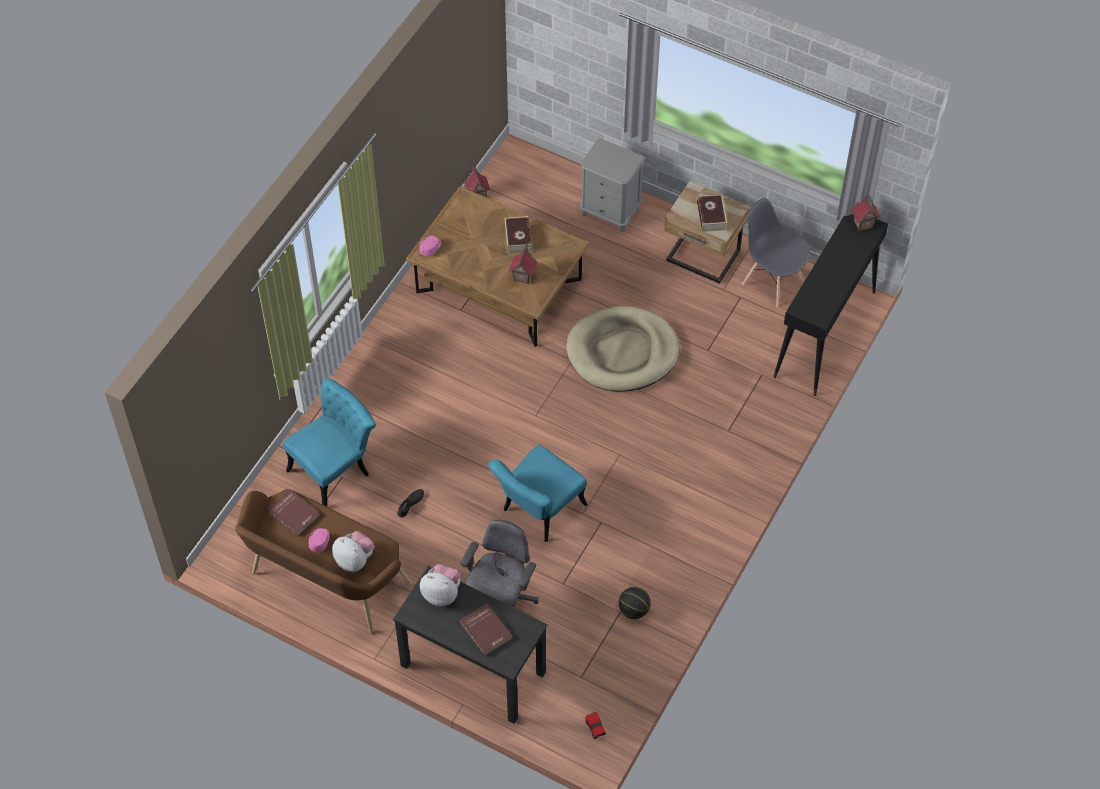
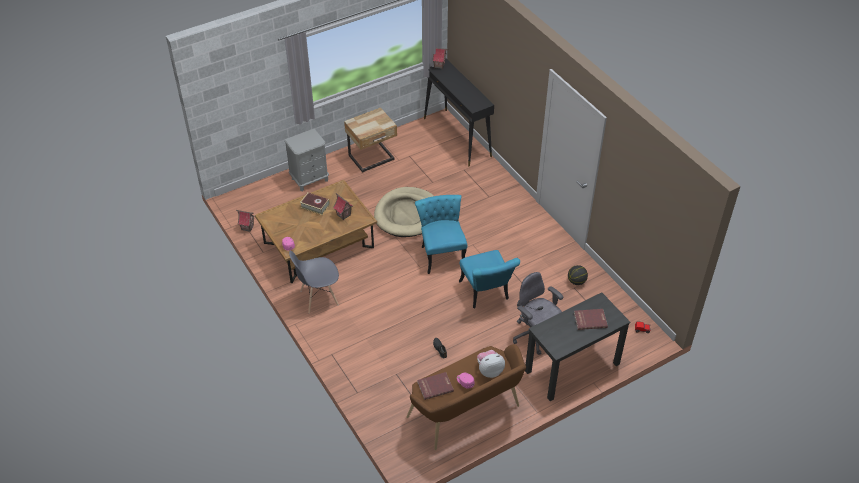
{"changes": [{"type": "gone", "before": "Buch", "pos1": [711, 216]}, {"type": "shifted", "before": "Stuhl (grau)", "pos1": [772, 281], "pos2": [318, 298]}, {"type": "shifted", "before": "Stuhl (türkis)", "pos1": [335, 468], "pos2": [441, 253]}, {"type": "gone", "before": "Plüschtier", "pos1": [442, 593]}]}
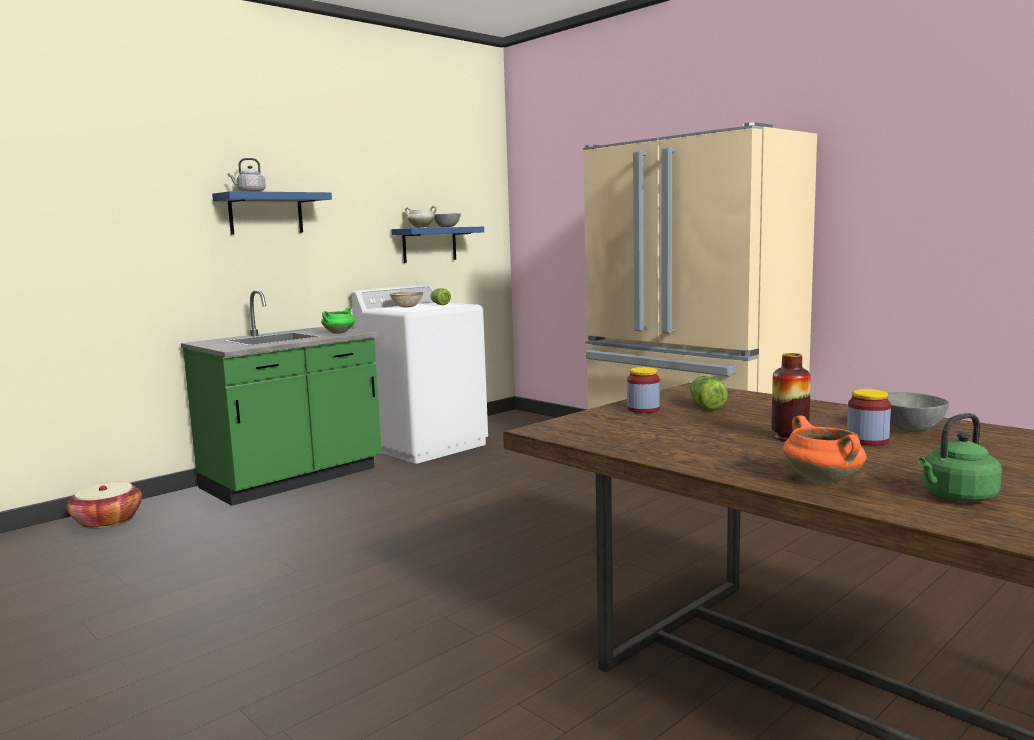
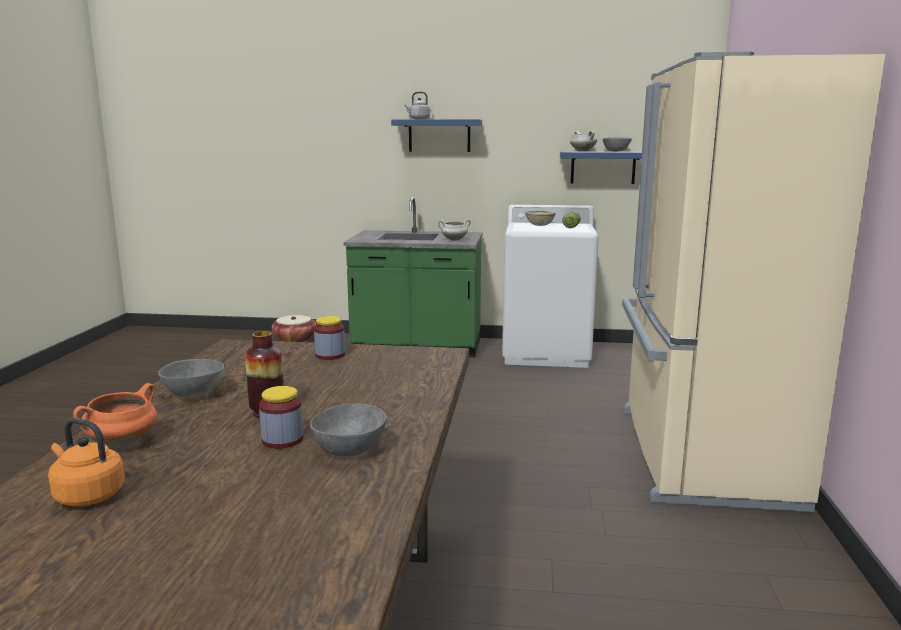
{"changes": [{"type": "repainted", "before": "Kochtopf (grün)", "after": "Kochtopf (weiß)", "pos1": [338, 333], "pos2": [454, 240]}, {"type": "gone", "before": "Salatkopf", "pos1": [706, 405]}, {"type": "repainted", "before": "Wasserkessel (grün)", "after": "Wasserkessel (orange)", "pos1": [956, 497], "pos2": [87, 495]}, {"type": "new", "after": "Schüssel (grau)", "pos2": [194, 395]}]}
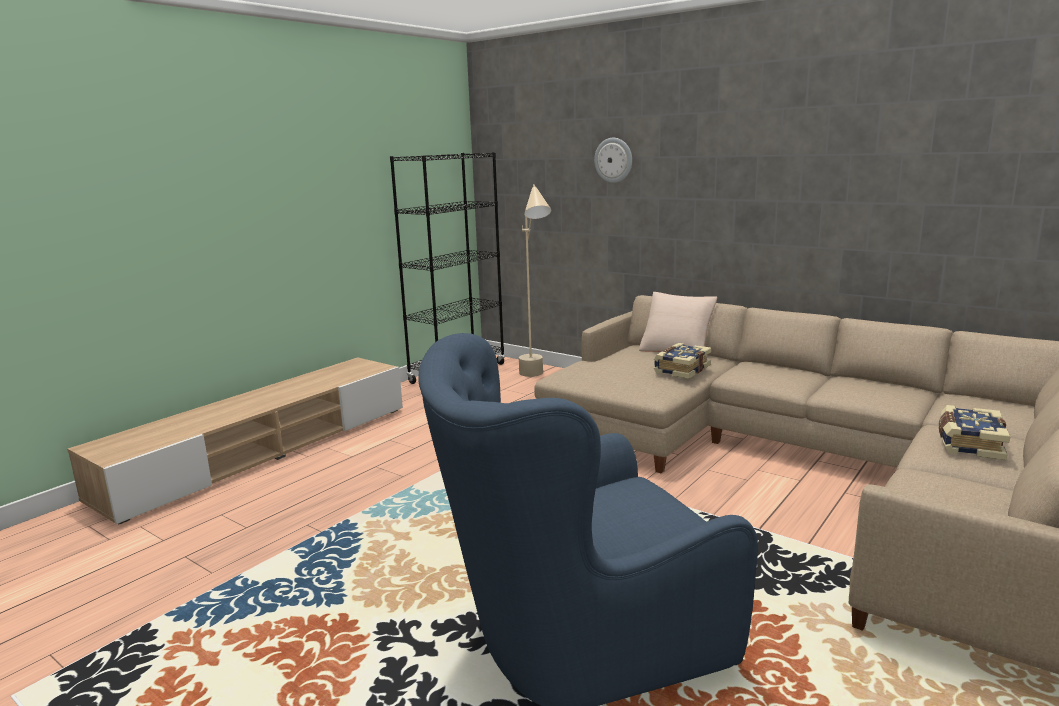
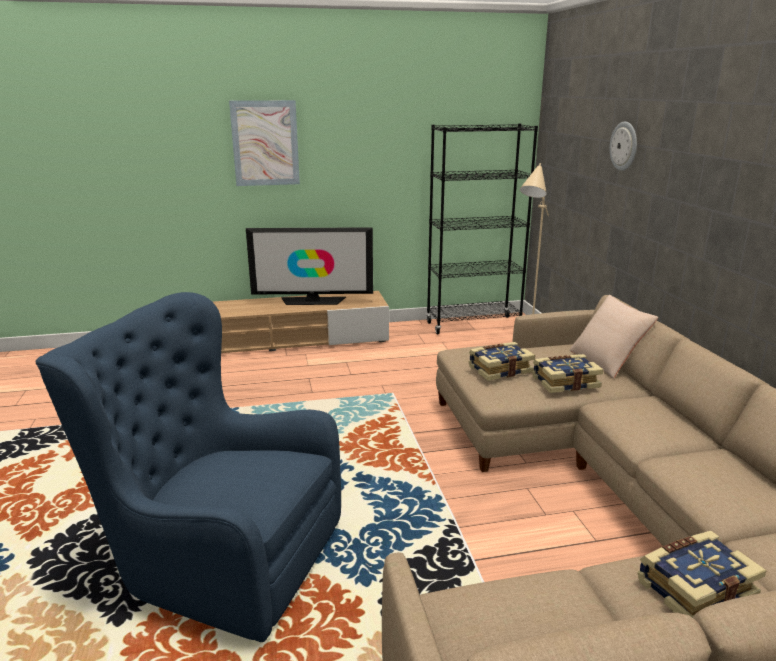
{"changes": [{"type": "new", "after": "Bild", "pos2": [265, 143]}, {"type": "new", "after": "Fernseher", "pos2": [312, 301]}, {"type": "new", "after": "Buch", "pos2": [499, 369]}]}
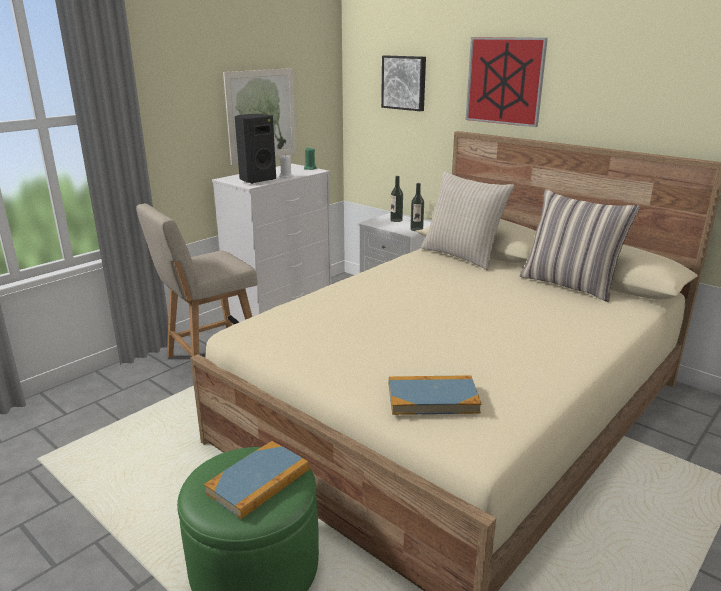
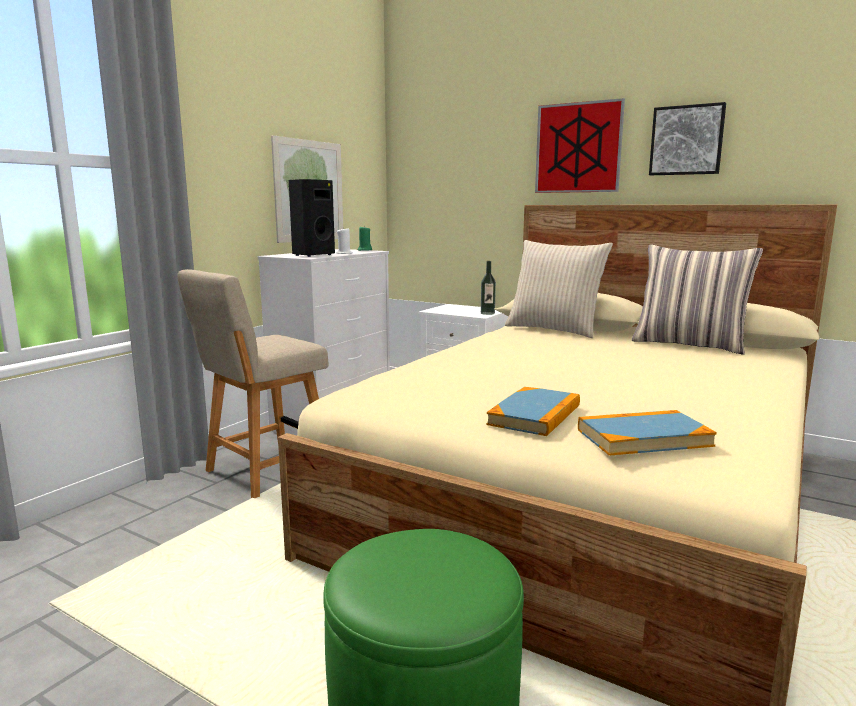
{"changes": [{"type": "shifted", "before": "Bild", "pos1": [404, 82], "pos2": [686, 140]}, {"type": "gone", "before": "Flasche", "pos1": [396, 220]}, {"type": "shifted", "before": "Buch", "pos1": [258, 482], "pos2": [535, 415]}]}
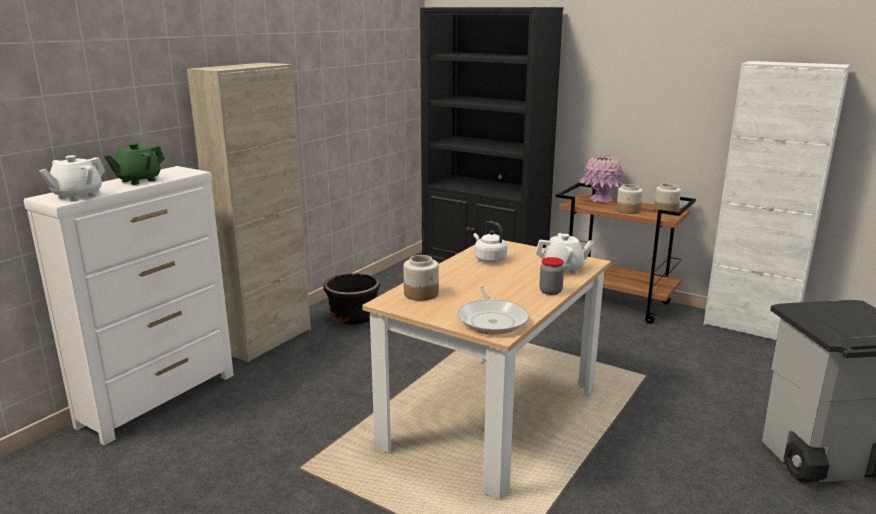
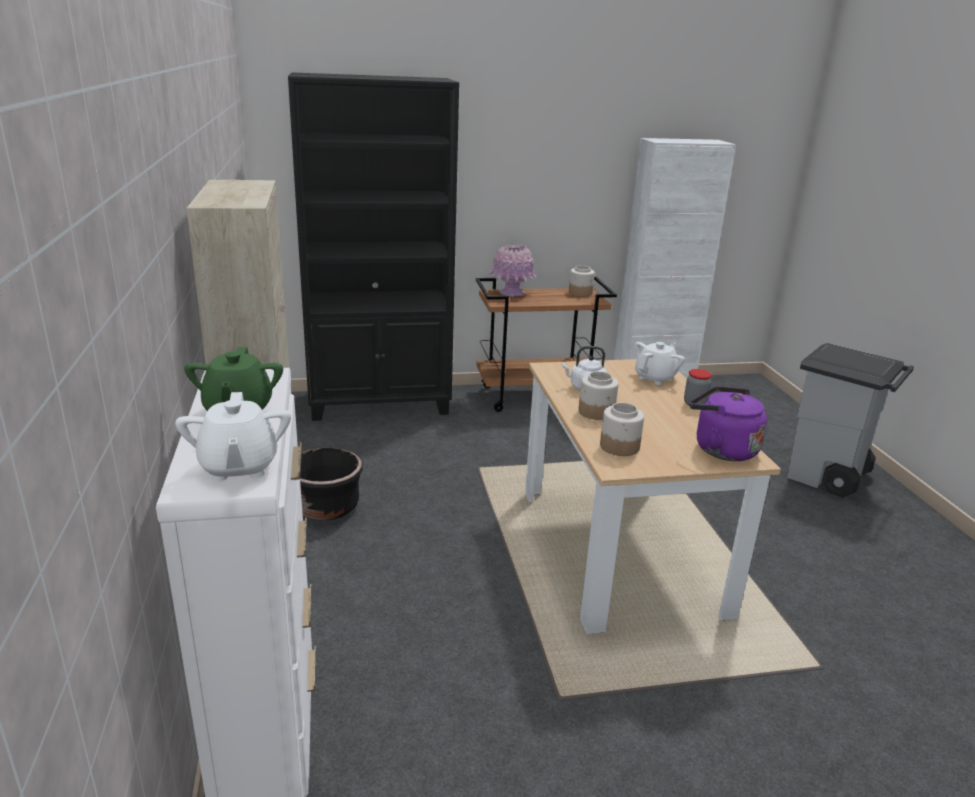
{"changes": [{"type": "shifted", "before": "Vorratsglas", "pos1": [628, 211], "pos2": [597, 412]}, {"type": "swapped", "before": "Pfanne", "after": "Wasserkessel (lila)", "pos1": [492, 320], "pos2": [721, 449]}]}
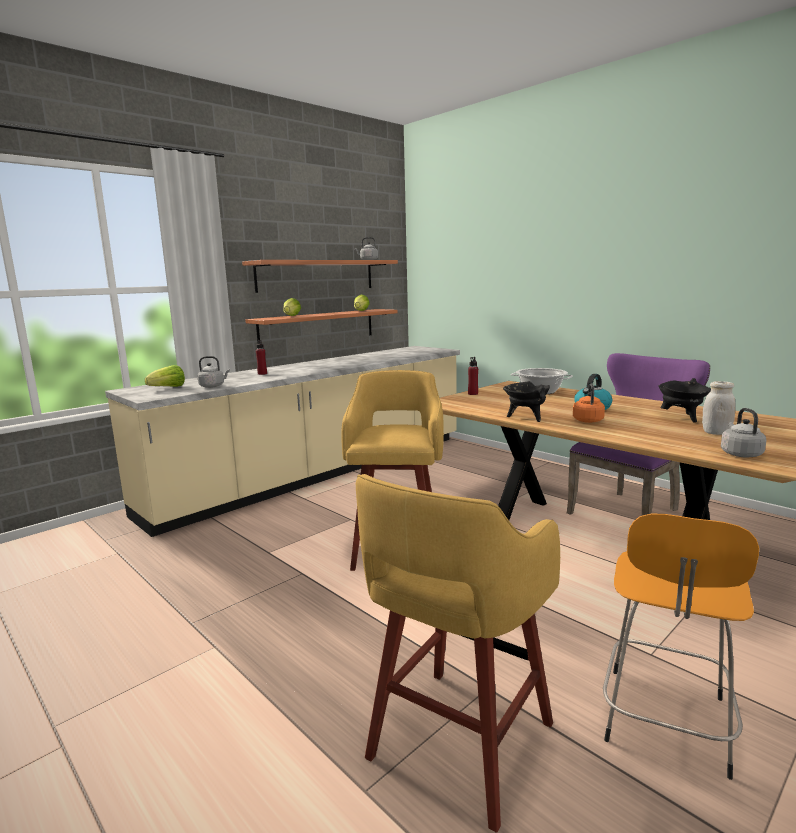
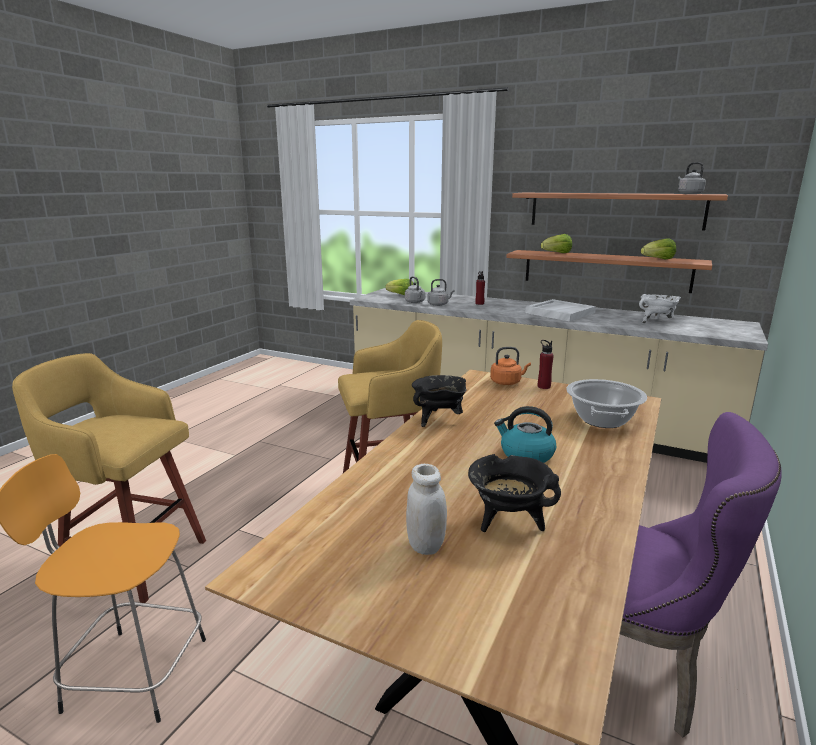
{"changes": [{"type": "shifted", "before": "Wasserkessel (orange)", "pos1": [587, 420], "pos2": [507, 382]}, {"type": "shifted", "before": "Wasserkessel (grau)", "pos1": [740, 454], "pos2": [439, 304]}, {"type": "new", "after": "Kochtopf (weiß)", "pos2": [656, 322]}, {"type": "new", "after": "Tablett (weiß)", "pos2": [560, 313]}]}
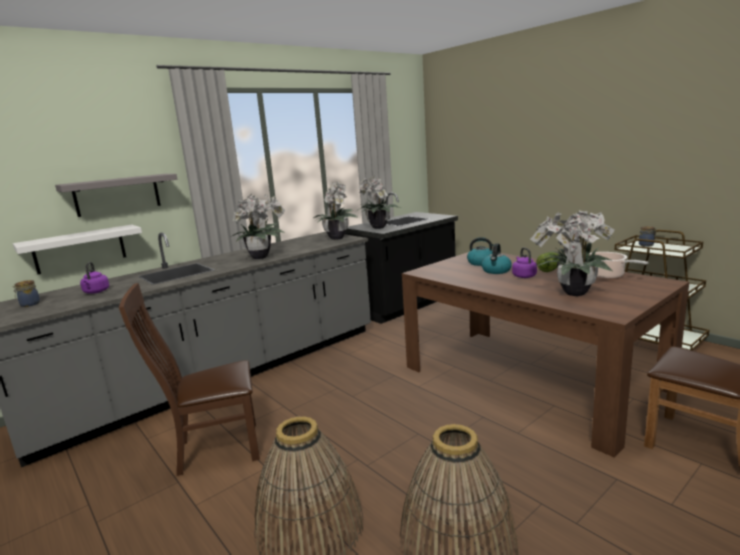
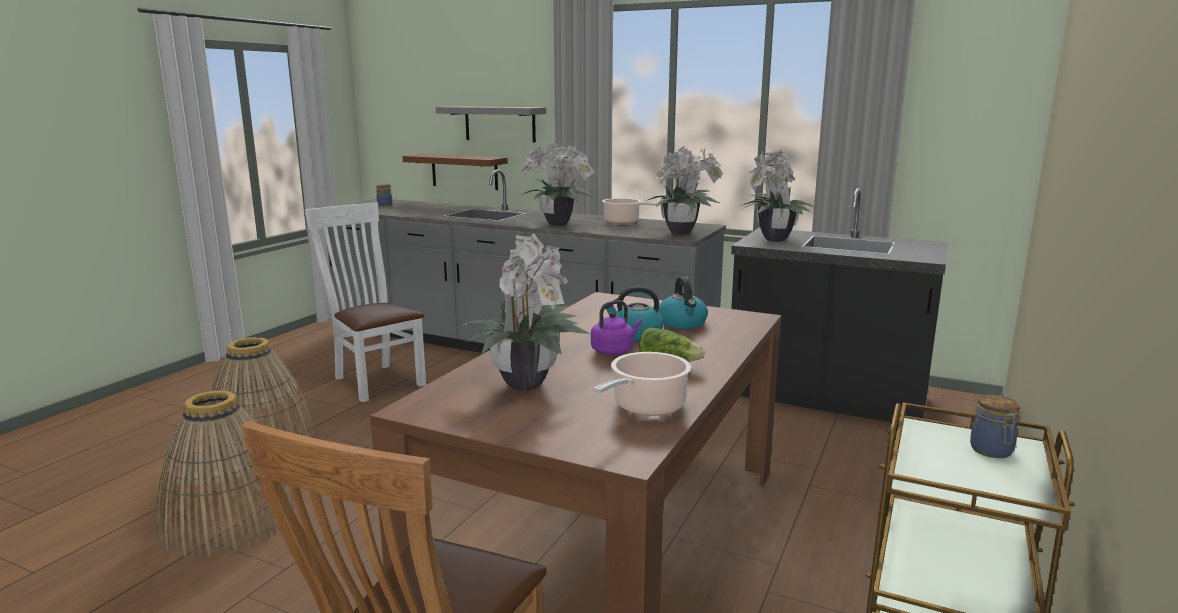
{"changes": [{"type": "repainted", "before": "Wandregal (weiß)", "after": "Wandregal (braun)", "pos1": [80, 249], "pos2": [464, 171]}, {"type": "gone", "before": "Wasserkessel (lila)", "pos1": [96, 292]}, {"type": "repainted", "before": "Stuhl (braun)", "after": "Stuhl (weiß)", "pos1": [213, 449], "pos2": [375, 380]}, {"type": "new", "after": "Kochtopf", "pos2": [623, 222]}]}
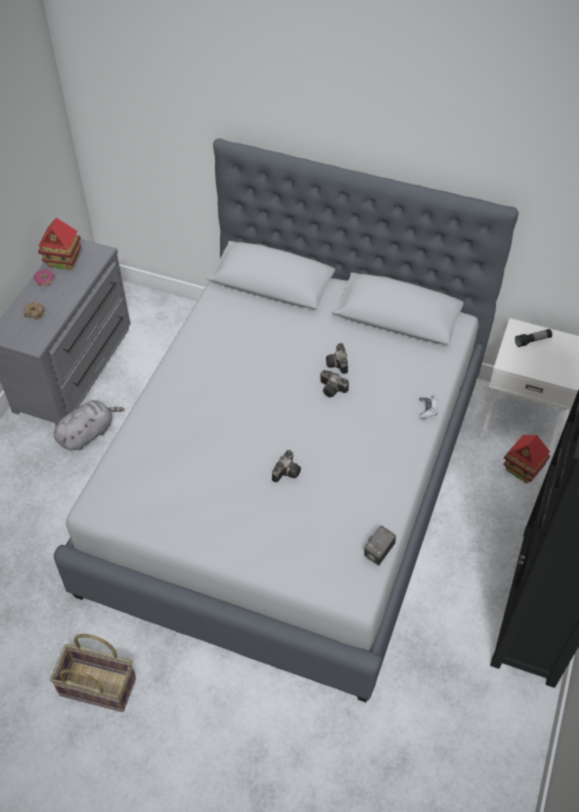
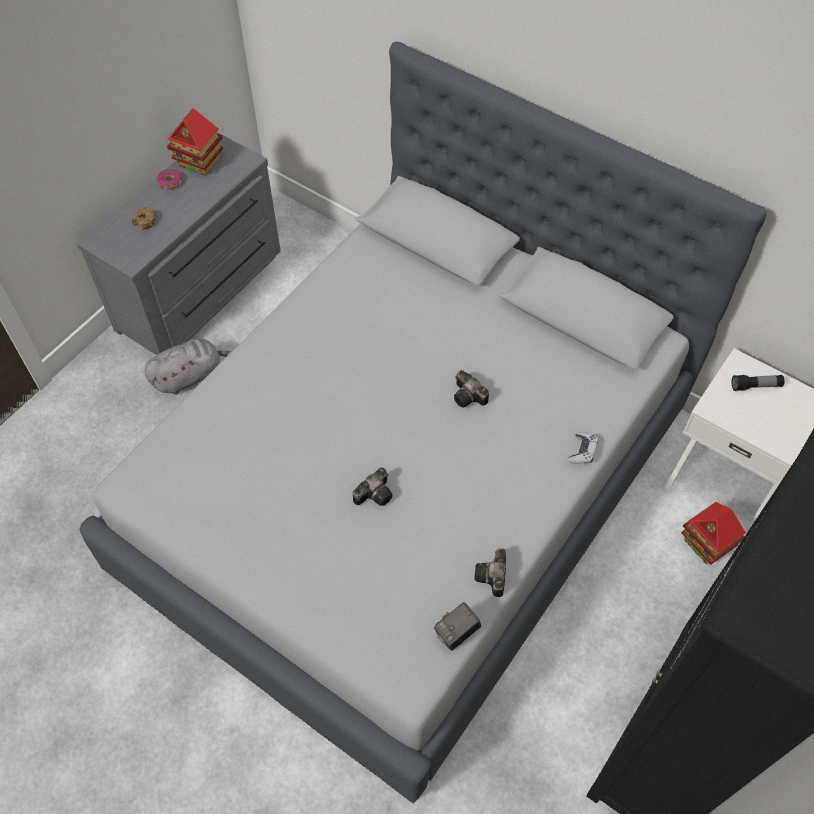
{"changes": [{"type": "shifted", "before": "Kamera", "pos1": [338, 364], "pos2": [492, 578]}, {"type": "gone", "before": "Korb", "pos1": [98, 685]}]}
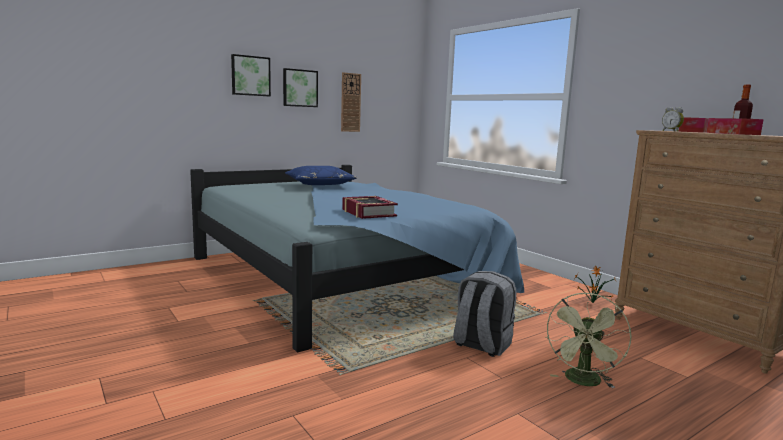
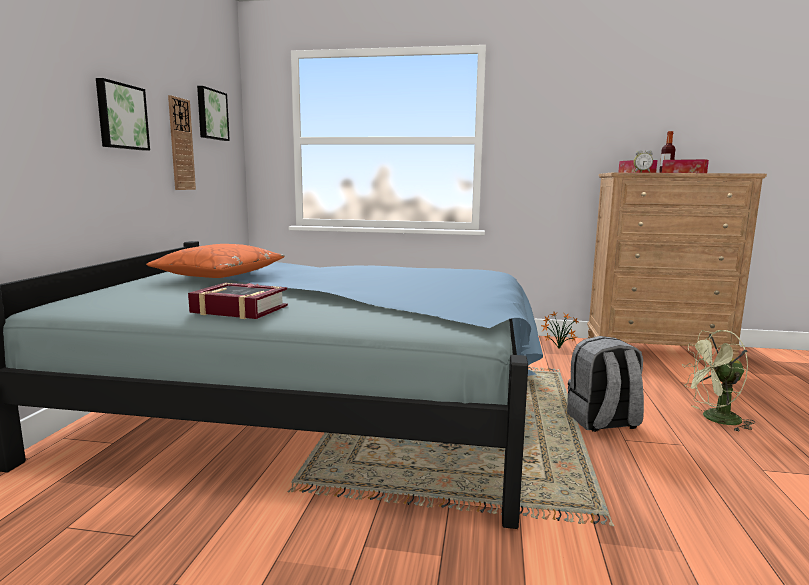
{"changes": [{"type": "shifted", "before": "Bild", "pos1": [250, 76], "pos2": [211, 114]}, {"type": "repainted", "before": "Kissen (blau)", "after": "Kissen (orange)", "pos1": [319, 184], "pos2": [219, 274]}, {"type": "shifted", "before": "Buch", "pos1": [368, 213], "pos2": [239, 309]}, {"type": "rotated", "before": "Ventilator (grün)", "pos1": [583, 382], "pos2": [714, 419], "turn": 105}]}
